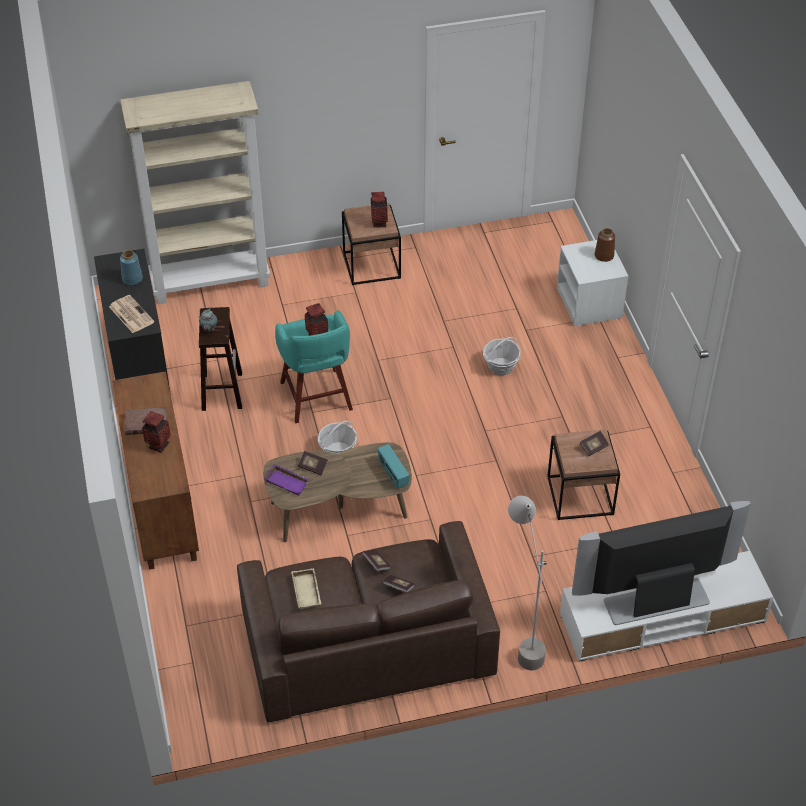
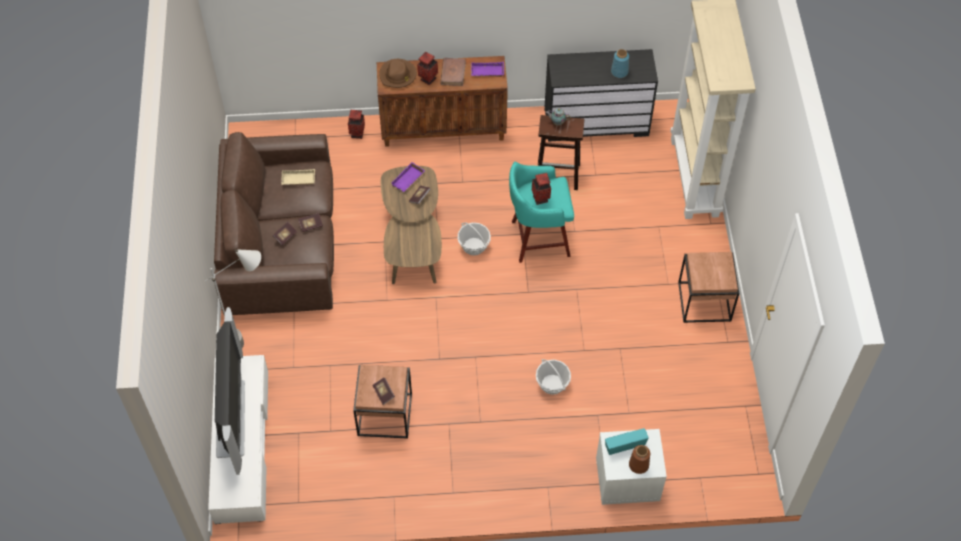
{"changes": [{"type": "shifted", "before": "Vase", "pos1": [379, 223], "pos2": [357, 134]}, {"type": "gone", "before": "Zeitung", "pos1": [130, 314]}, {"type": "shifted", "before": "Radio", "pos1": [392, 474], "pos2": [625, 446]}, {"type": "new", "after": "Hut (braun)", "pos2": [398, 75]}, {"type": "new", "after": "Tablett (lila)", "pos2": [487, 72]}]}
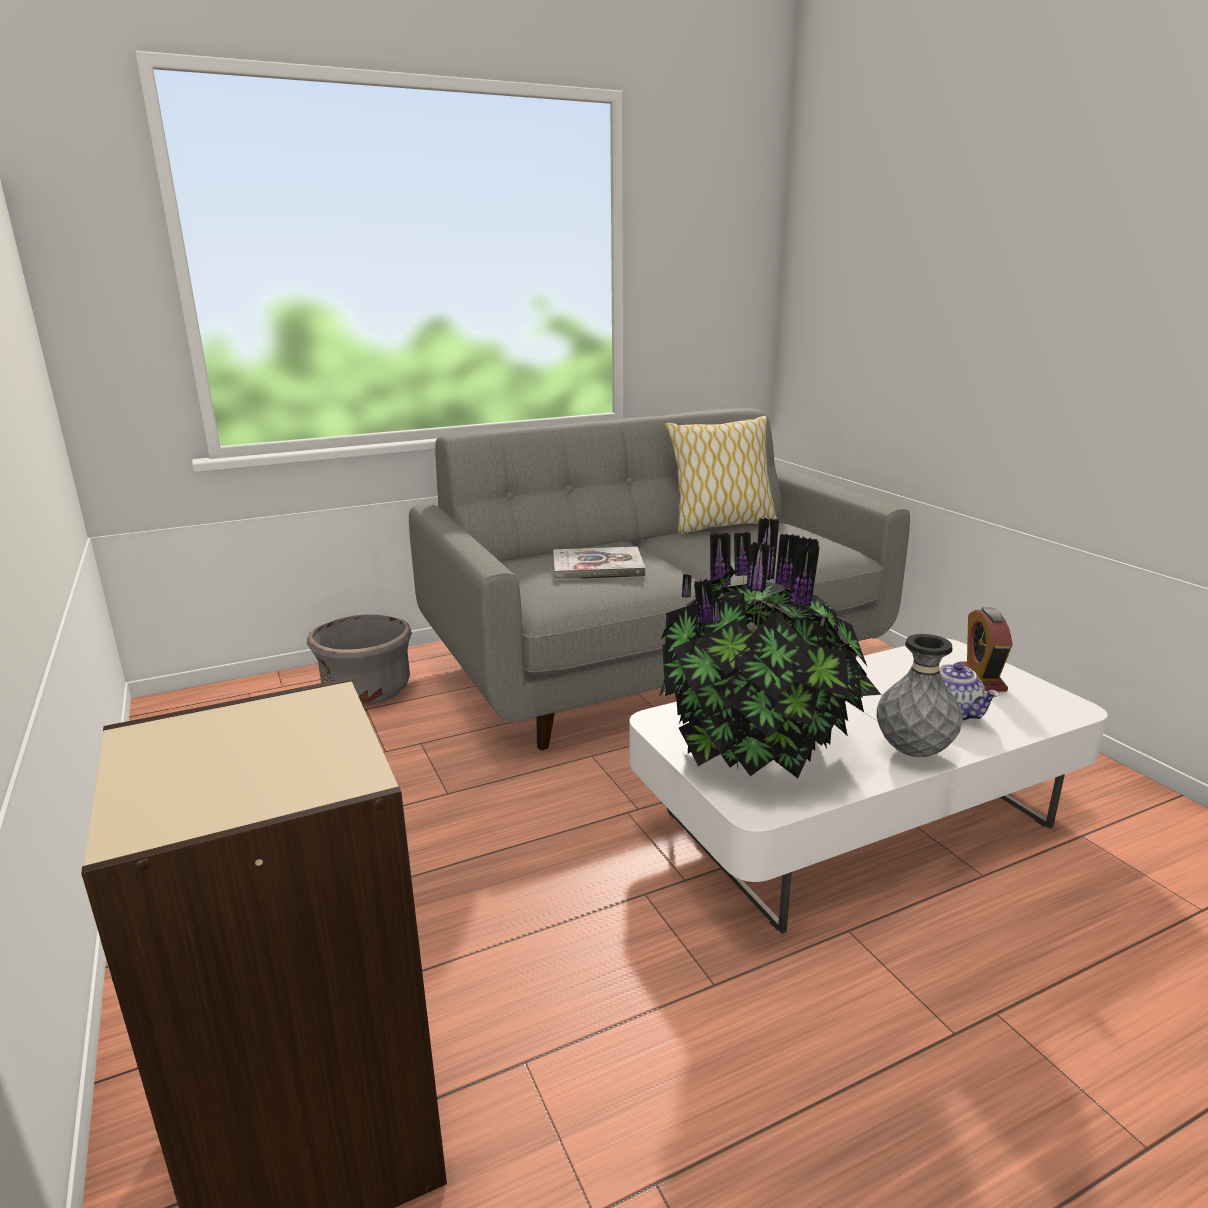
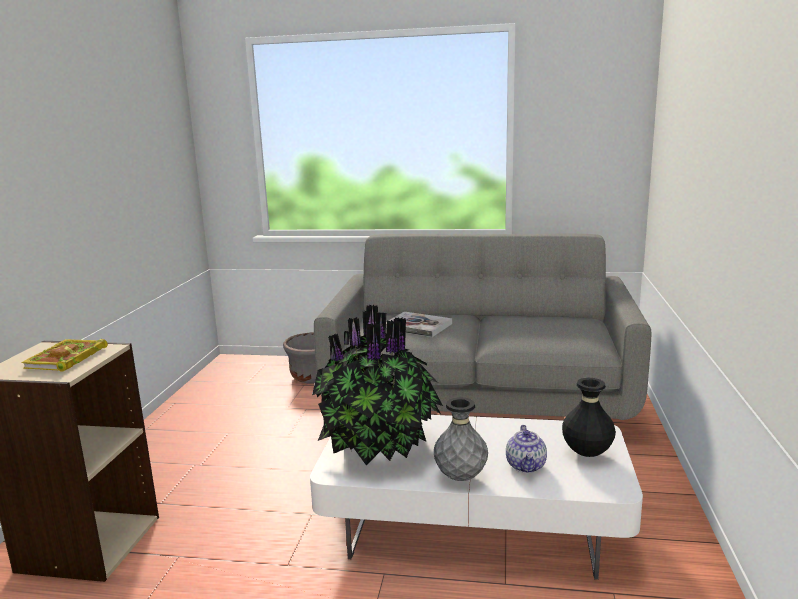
{"changes": [{"type": "gone", "before": "Kissen", "pos1": [721, 525]}, {"type": "swapped", "before": "Wecker", "after": "Vase (schwarz)", "pos1": [981, 678], "pos2": [587, 454]}, {"type": "new", "after": "Buch", "pos2": [66, 359]}]}
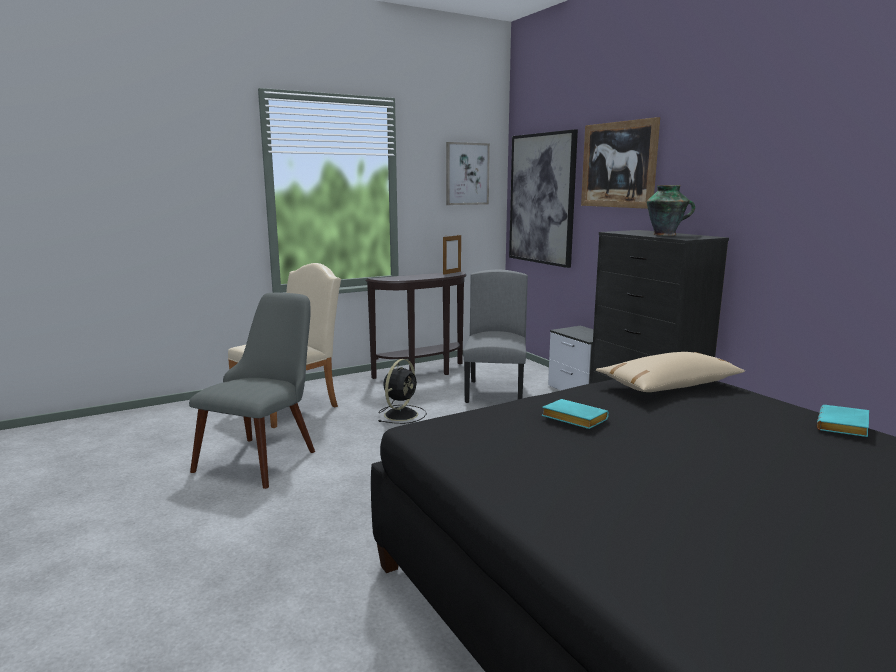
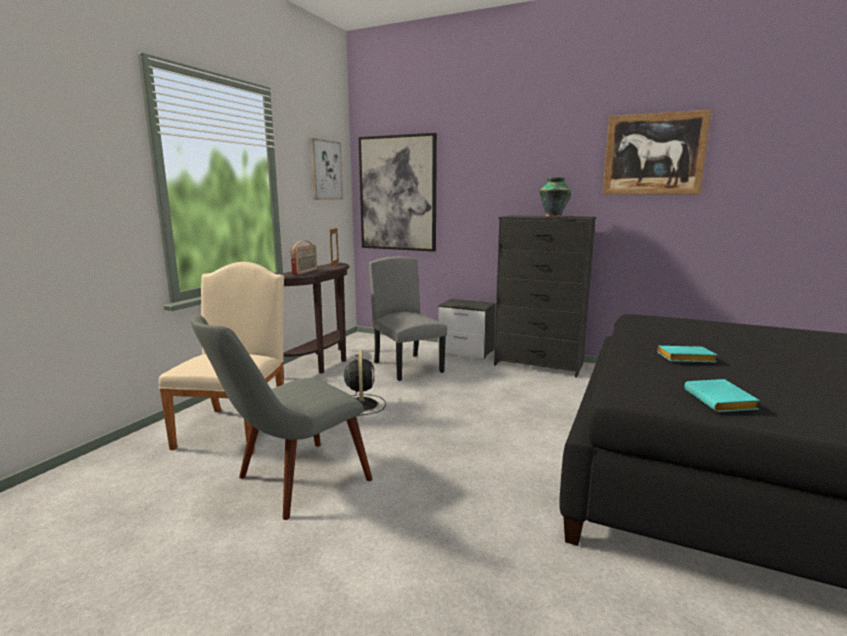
{"changes": [{"type": "shifted", "before": "Bild", "pos1": [618, 165], "pos2": [653, 154]}, {"type": "rotated", "before": "Stuhl (grau)", "pos1": [265, 455], "pos2": [289, 484], "turn": -120}, {"type": "gone", "before": "Kissen (beige)", "pos1": [670, 385]}, {"type": "shifted", "before": "Buch (türkis)", "pos1": [844, 427], "pos2": [722, 402]}, {"type": "new", "after": "Radio", "pos2": [305, 272]}]}
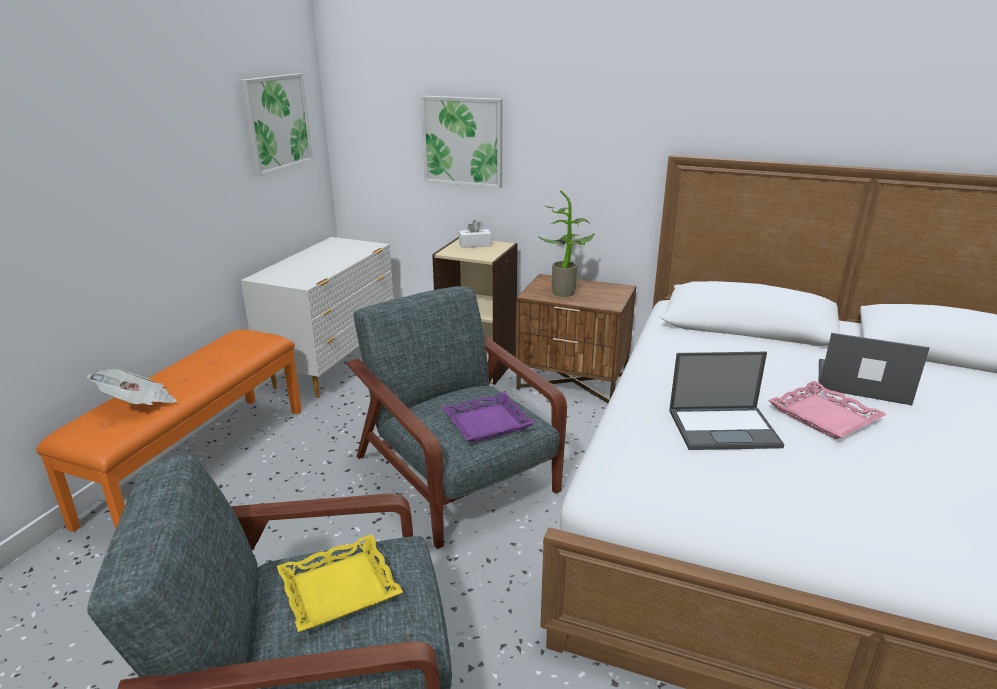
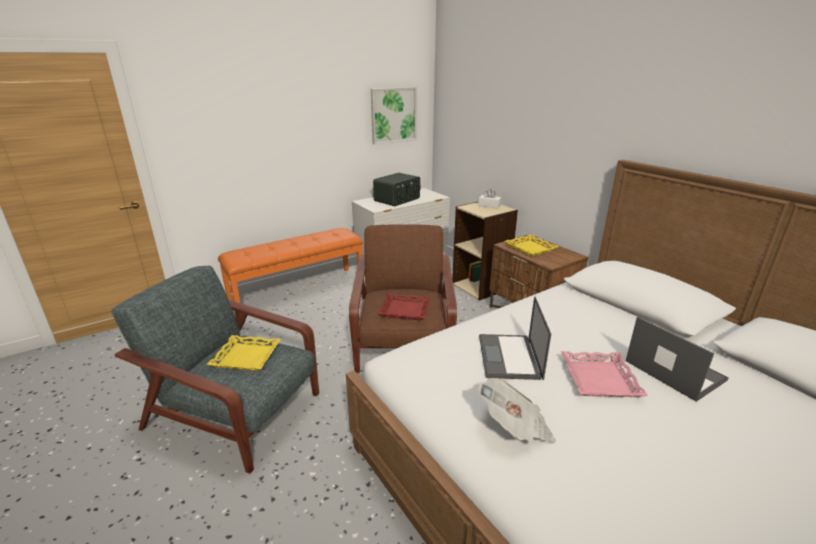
{"changes": [{"type": "gone", "before": "Bild", "pos1": [463, 141]}, {"type": "swapped", "before": "Topfpflanze", "after": "Tablett (gelb)", "pos1": [565, 291], "pos2": [530, 248]}, {"type": "repainted", "before": "Sessel (grau)", "after": "Sessel (braun)", "pos1": [457, 476], "pos2": [403, 342]}, {"type": "rotated", "before": "Laptop", "pos1": [724, 428], "pos2": [510, 357], "turn": 60}, {"type": "shifted", "before": "Zeitung", "pos1": [139, 404], "pos2": [515, 427]}, {"type": "repainted", "before": "Tablett (lila)", "after": "Tablett (rot)", "pos1": [487, 422], "pos2": [405, 310]}, {"type": "new", "after": "Radio", "pos2": [397, 200]}]}
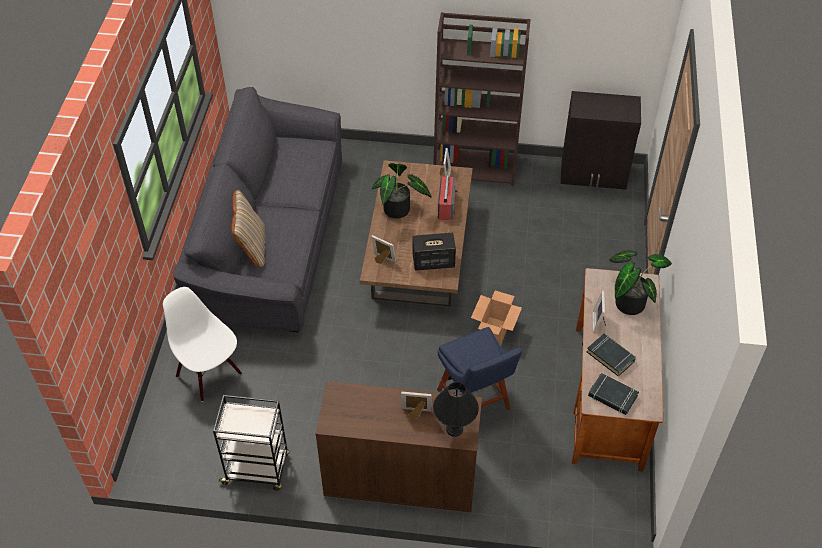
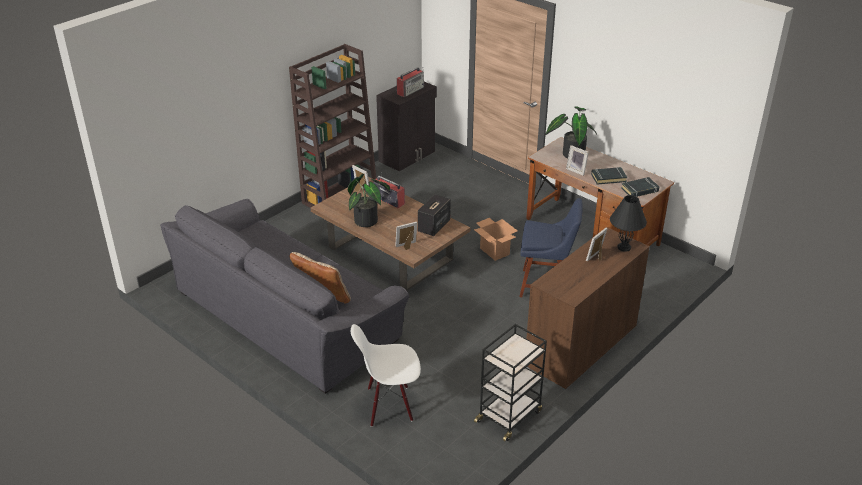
{"changes": [{"type": "new", "after": "Radio", "pos2": [410, 90]}]}
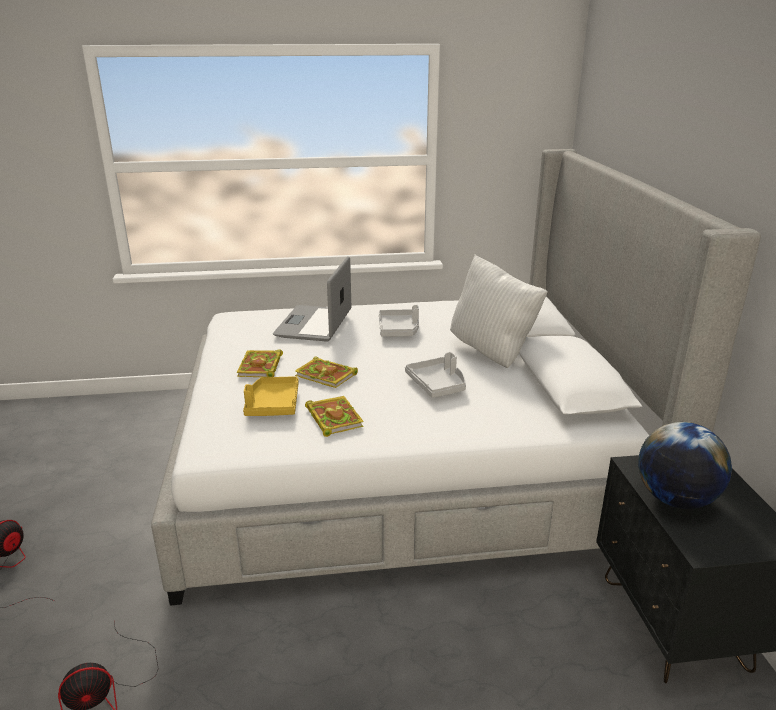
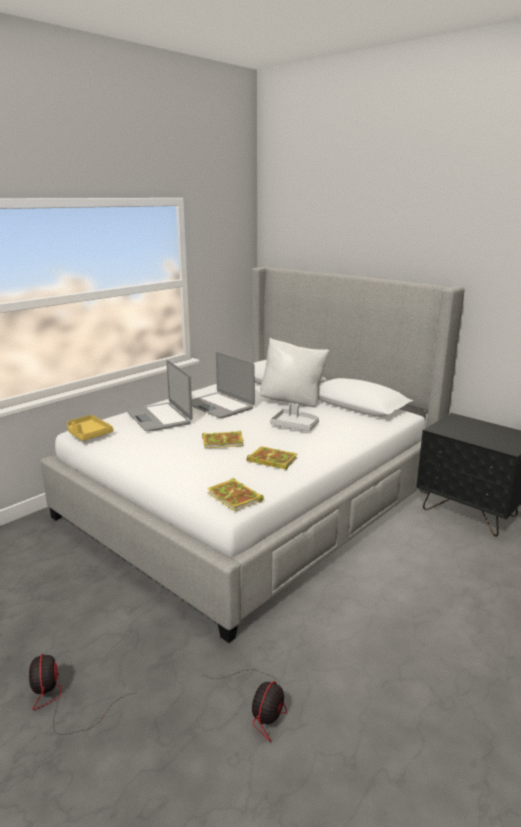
{"changes": [{"type": "swapped", "before": "Tablett (grau)", "after": "Laptop", "pos1": [399, 330], "pos2": [219, 406]}, {"type": "shifted", "before": "Buch", "pos1": [260, 367], "pos2": [235, 497]}, {"type": "shifted", "before": "Tablett (gelb)", "pos1": [272, 405], "pos2": [88, 434]}, {"type": "gone", "before": "Globus", "pos1": [675, 499]}]}
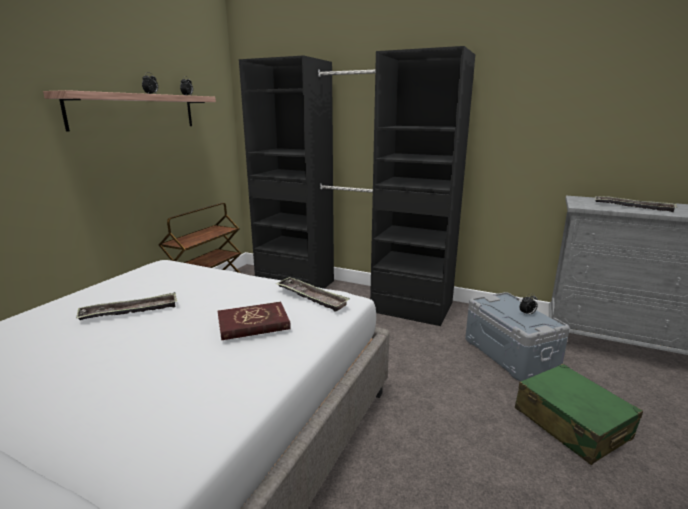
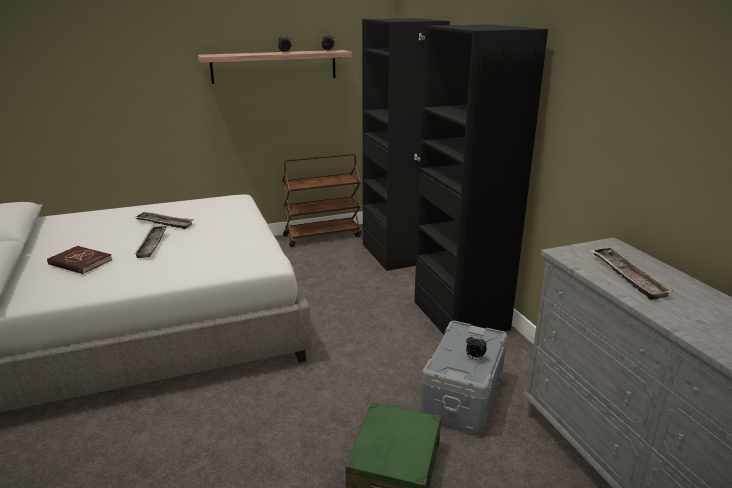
{"changes": [{"type": "shifted", "before": "Tablett", "pos1": [311, 297], "pos2": [152, 244]}, {"type": "shifted", "before": "Buch (rot)", "pos1": [253, 323], "pos2": [80, 262]}]}
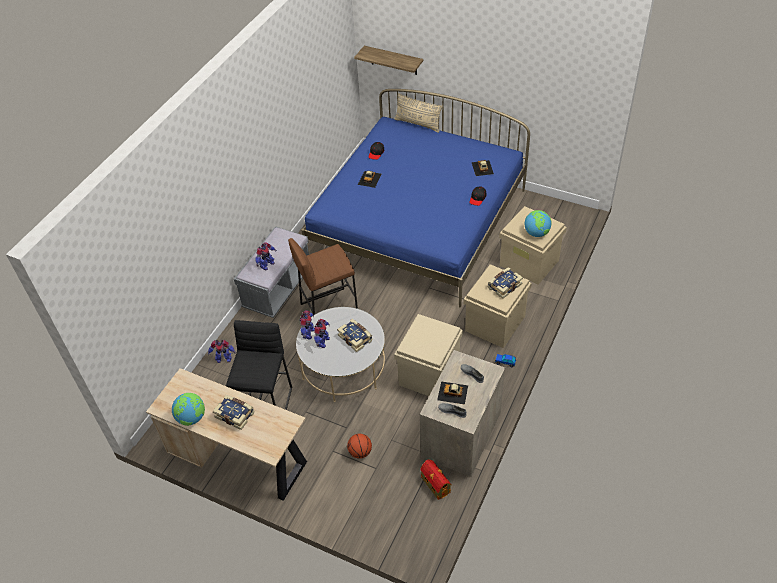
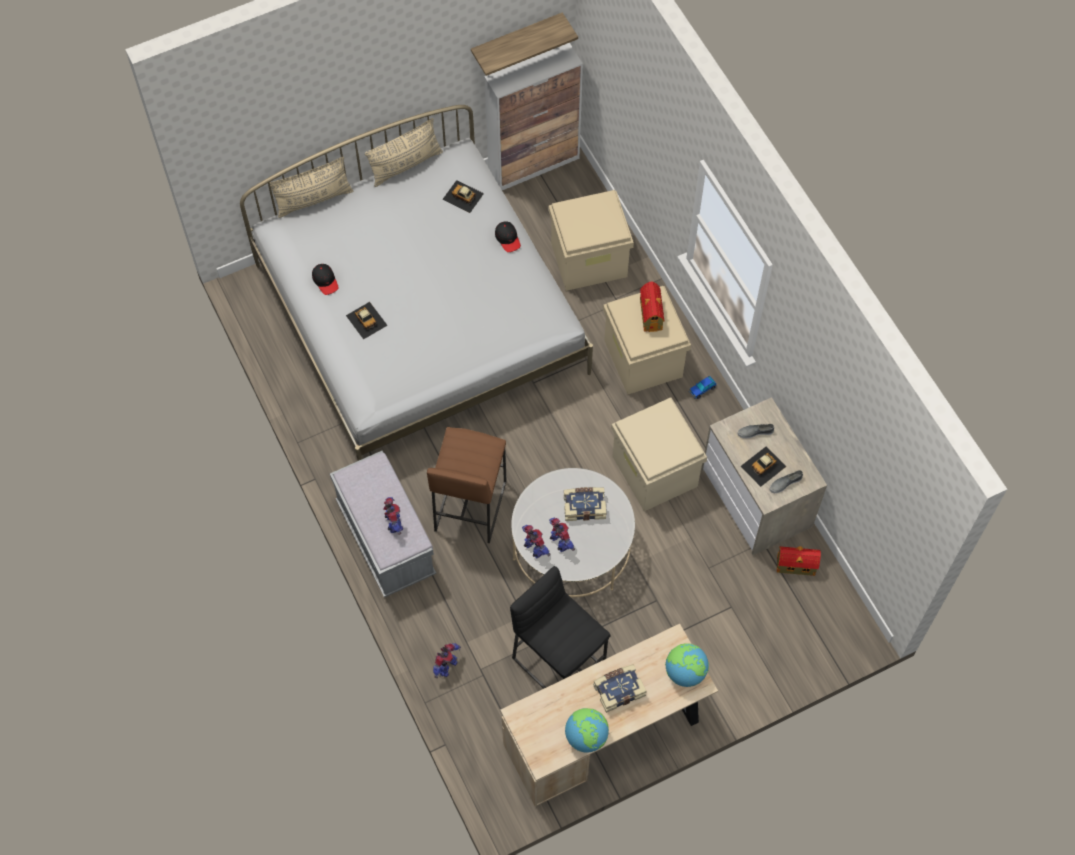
{"changes": [{"type": "shifted", "before": "Wandregal", "pos1": [393, 60], "pos2": [516, 40]}, {"type": "repainted", "before": "Bett (blau)", "after": "Bett (weiß)", "pos1": [418, 223], "pos2": [421, 318]}, {"type": "shifted", "before": "Globus", "pos1": [536, 233], "pos2": [685, 672]}, {"type": "swapped", "before": "Buch", "after": "Spielzeughaus", "pos1": [504, 286], "pos2": [651, 314]}, {"type": "gone", "before": "Basketball", "pos1": [360, 452]}, {"type": "new", "after": "Schrank", "pos2": [534, 164]}, {"type": "new", "after": "Kissen (beige)", "pos2": [406, 165]}]}
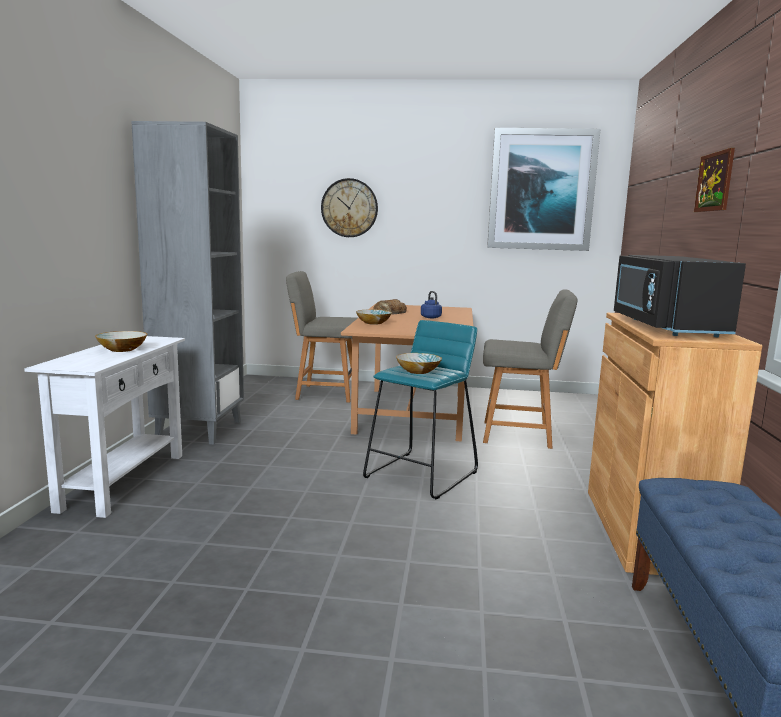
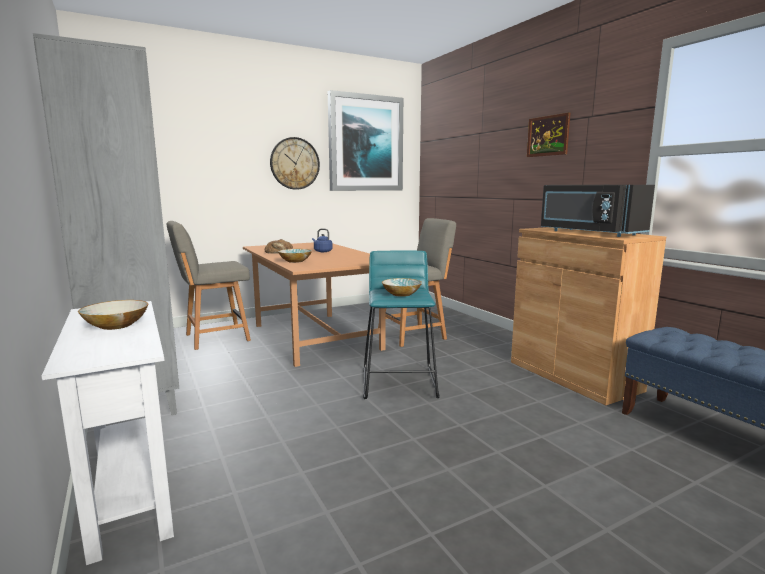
{"changes": [{"type": "shifted", "before": "Wanduhr", "pos1": [349, 208], "pos2": [295, 163]}]}
